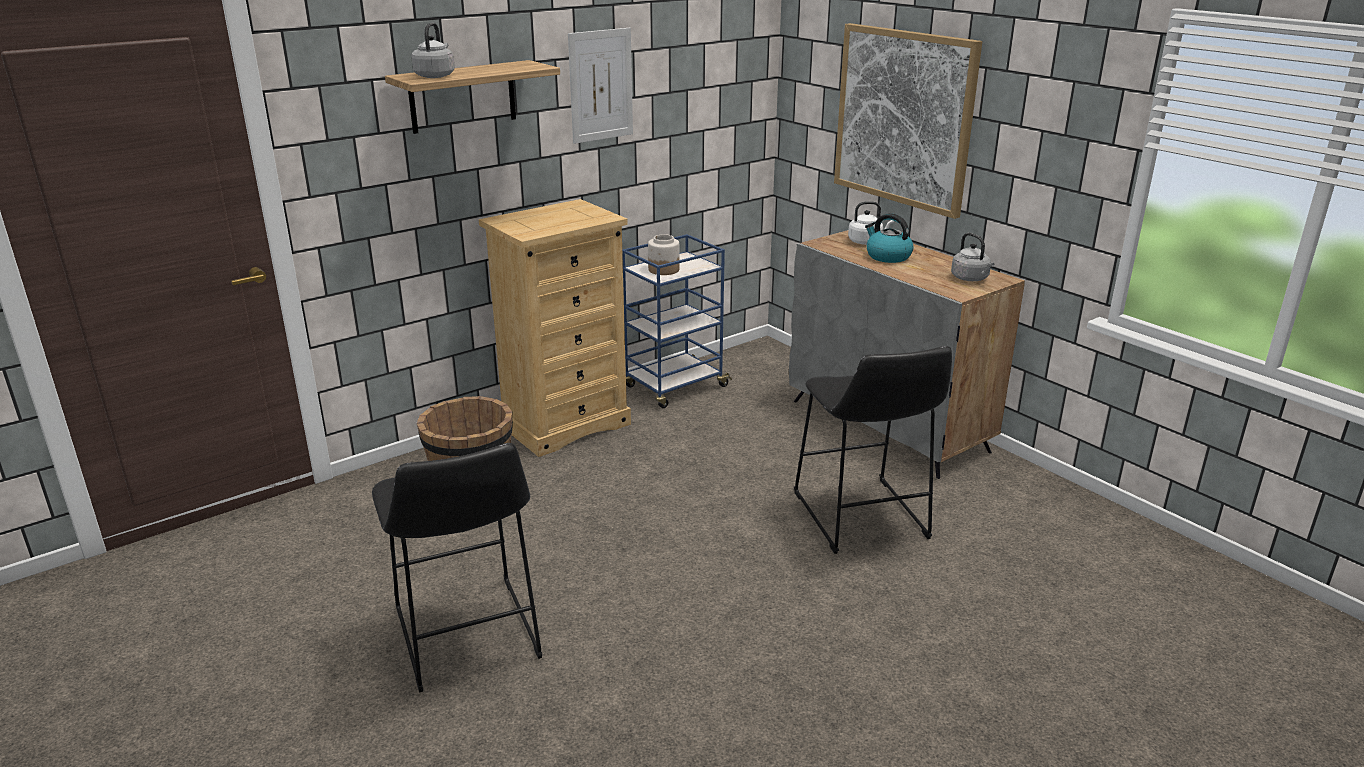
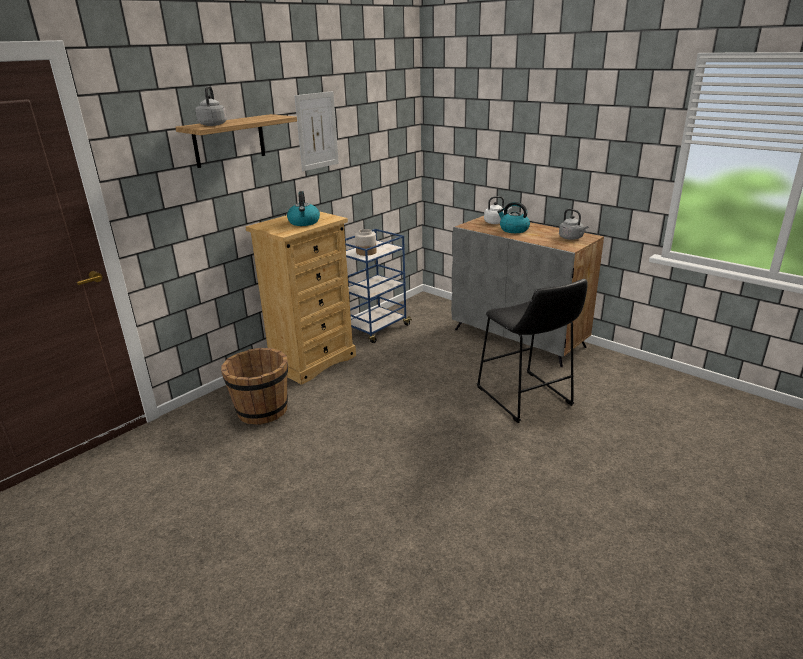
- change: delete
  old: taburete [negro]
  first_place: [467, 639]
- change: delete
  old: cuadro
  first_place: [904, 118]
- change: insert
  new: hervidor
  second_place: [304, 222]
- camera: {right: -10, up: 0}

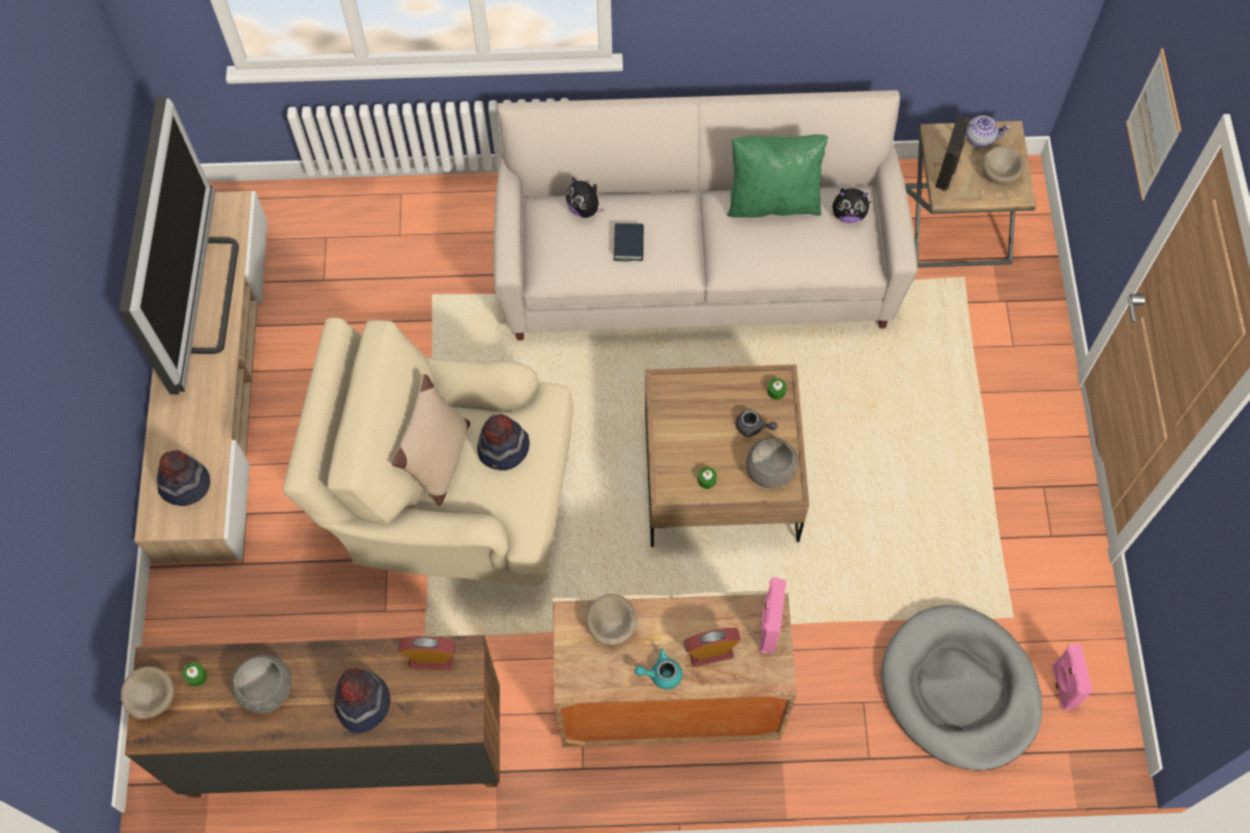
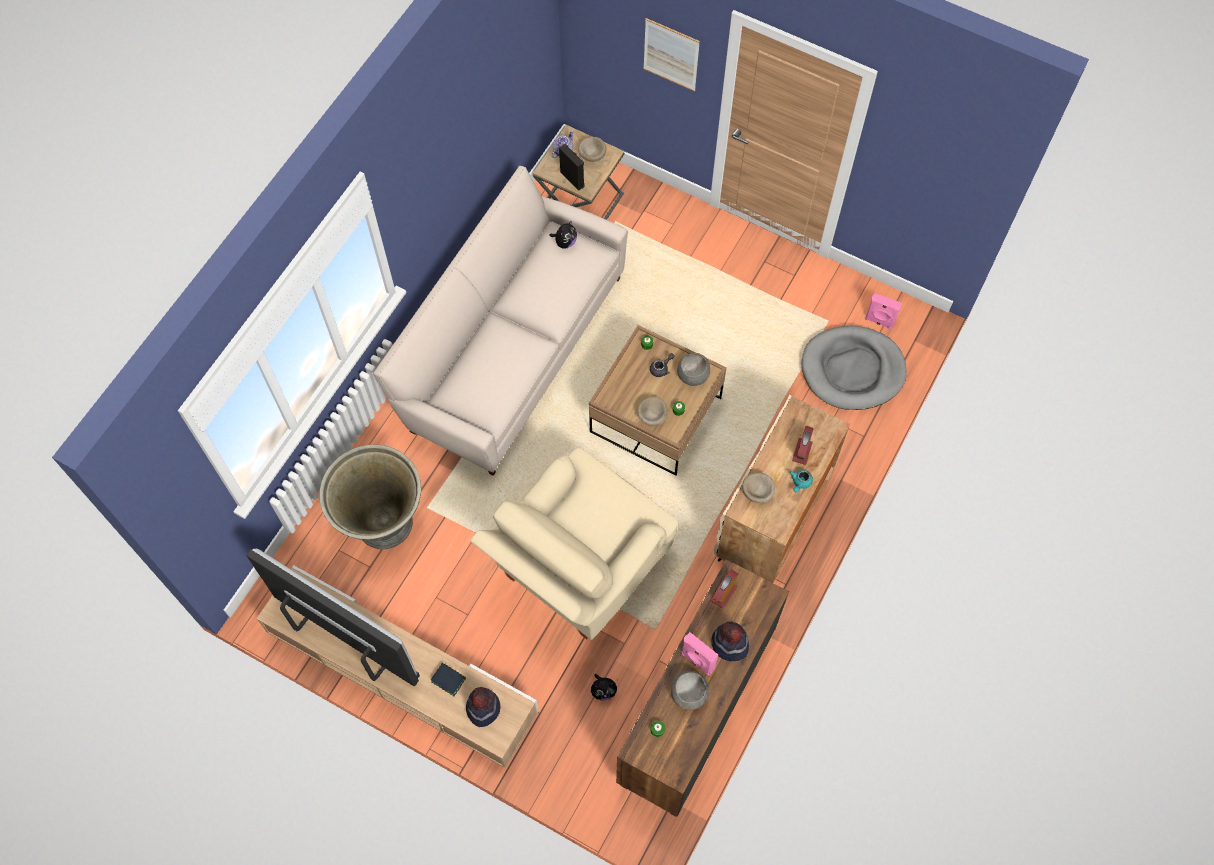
- change: delete
  old: cojín [beis]
  first_place: [439, 461]
- change: delete
  old: sombrero
  first_place: [504, 449]
- change: delete
  old: cojín [verde]
  first_place: [773, 200]
- change: insert
  new: maceta [gris]
  second_place: [383, 524]
- change: move
  old: cuenco [beis]
  first_place: [152, 697]
  second_place: [651, 416]
- change: move
  old: peluche
  first_place: [585, 209]
  second_place: [603, 690]
- change: move
  old: libro
  first_place: [629, 244]
  second_place: [448, 680]
- change: move
  old: altavoz [rosa]
  first_place: [768, 627]
  second_place: [697, 661]
- camera: {right: -60, up: 0}

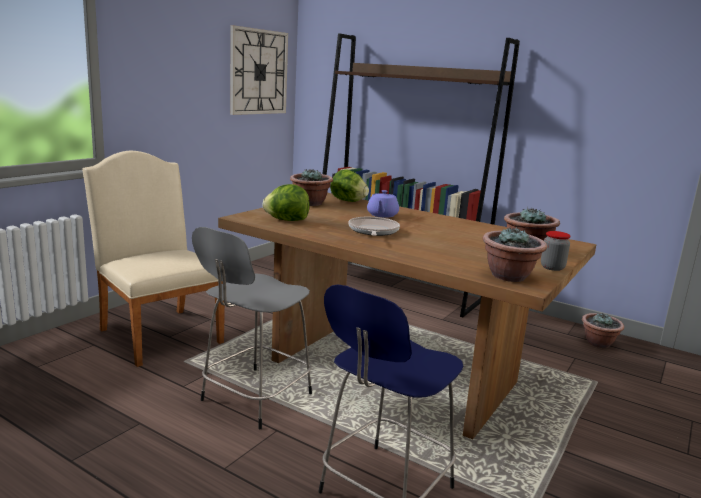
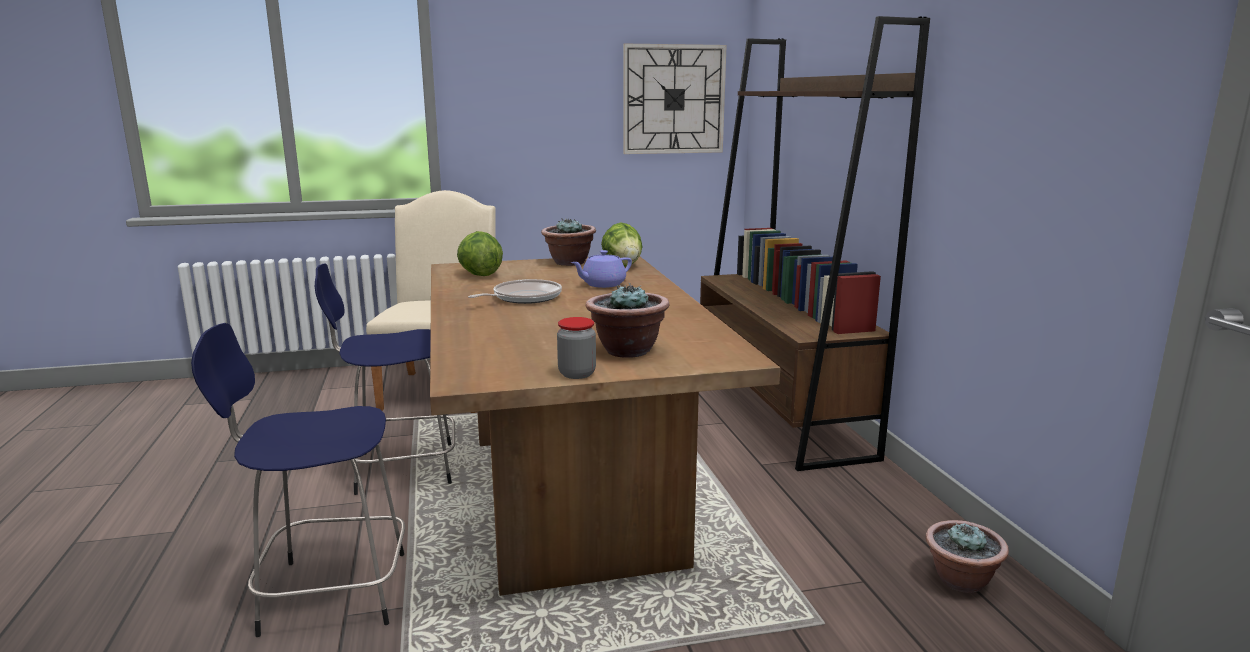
- change: delete
  old: planta en maceta
  first_place: [509, 276]
- change: recolor
  old: taburete [gris]
  new: taburete [azul]
  first_place: [254, 399]
  second_place: [400, 469]
- camera: {right: 45, up: 0}

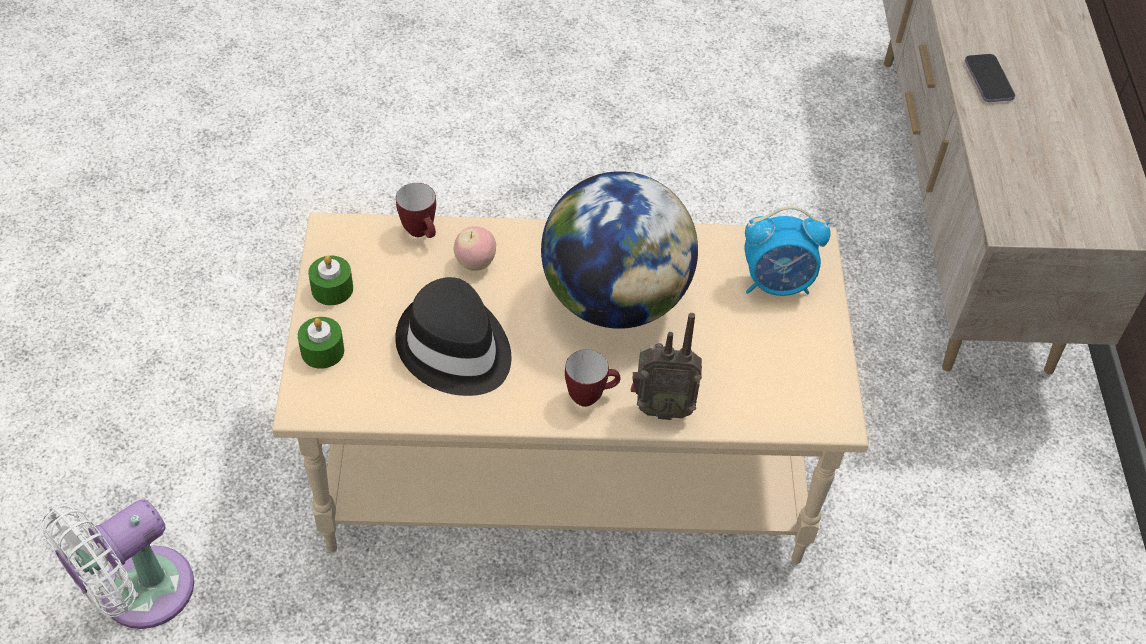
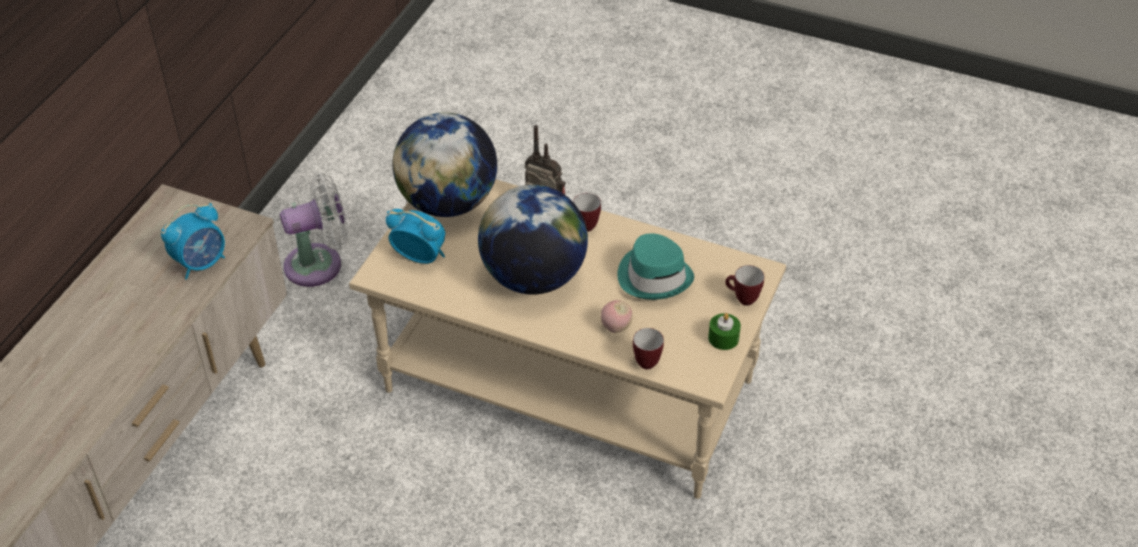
- change: delete
  old: móvil
  first_place: [988, 80]
- change: insert
  new: despertador
  second_place: [201, 263]
- change: insert
  new: globo terráqueo
  second_place: [448, 202]
- change: move
  old: ventilador [blanco]
  first_place: [138, 594]
  second_place: [319, 264]
- change: replace
  old: vela [verde]
  new: taza grande
  first_place: [322, 351]
  second_place: [742, 299]
- change: recolor
  old: sombrero [negro]
  new: sombrero [turquesa]
  first_place: [454, 349]
  second_place: [654, 276]
- camera: {right: -155, up: -5}

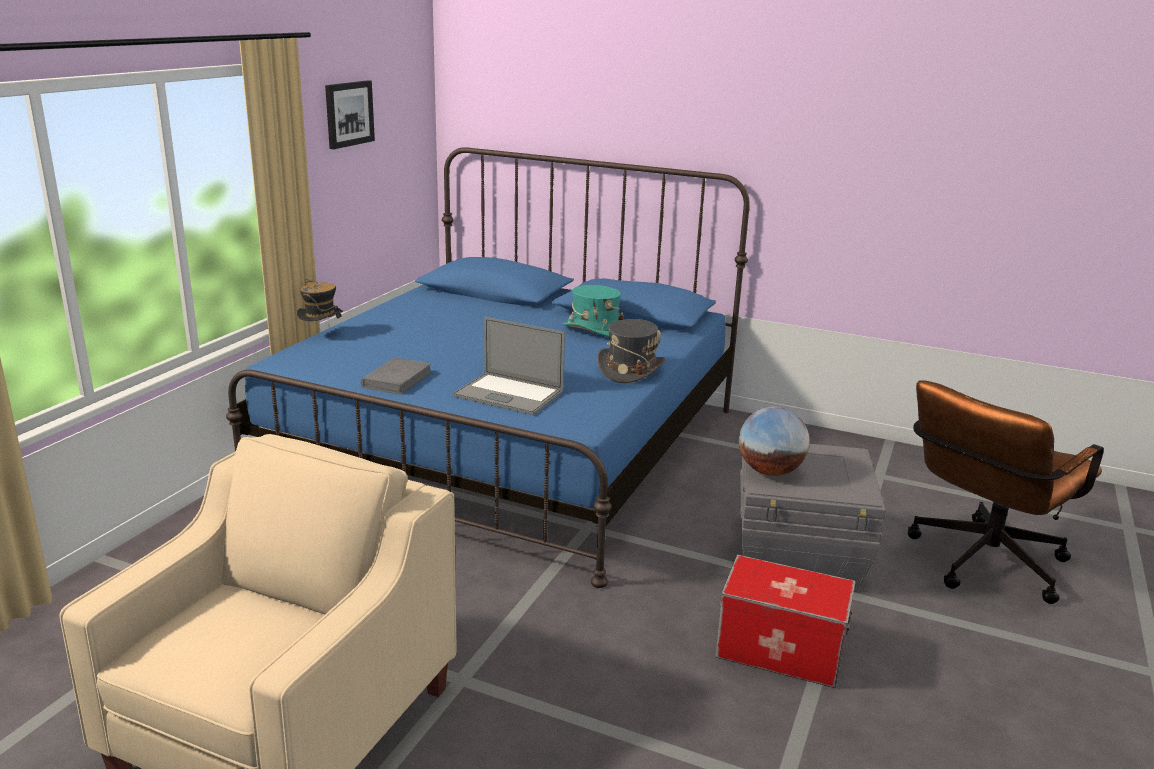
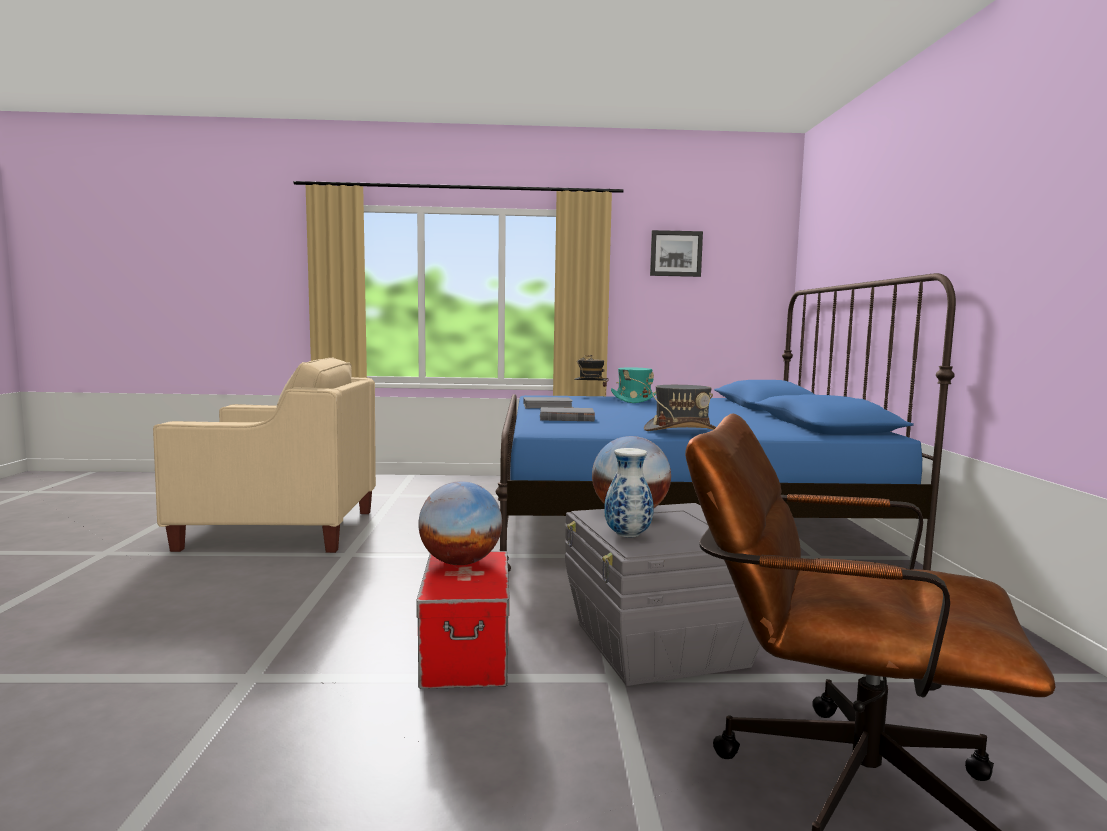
- change: insert
  new: globo terráqueo
  second_place: [460, 562]
- change: insert
  new: florero
  second_place: [626, 535]
- change: move
  old: sombrero [turquesa]
  first_place: [594, 330]
  second_place: [634, 400]
- change: replace
  old: portátil
  new: libro [gris]
  first_place: [508, 394]
  second_place: [566, 418]
- camera: {right: 65, up: -15}

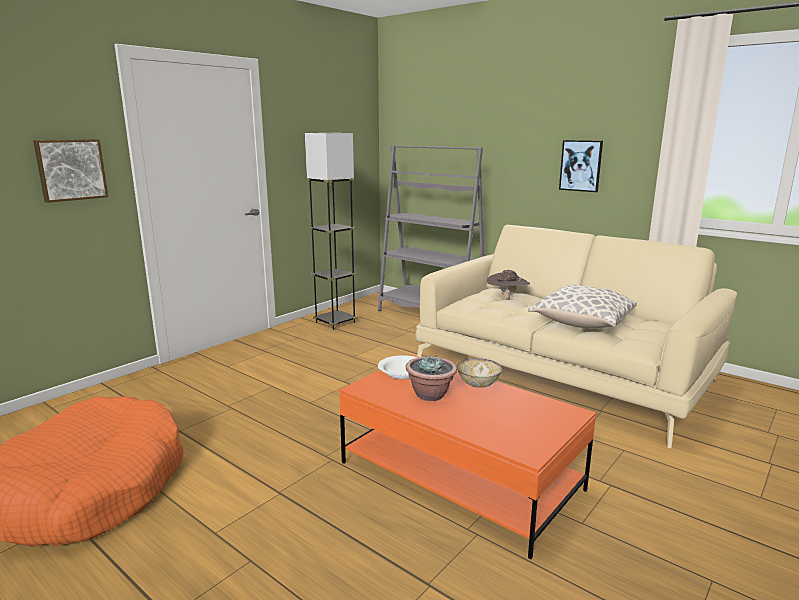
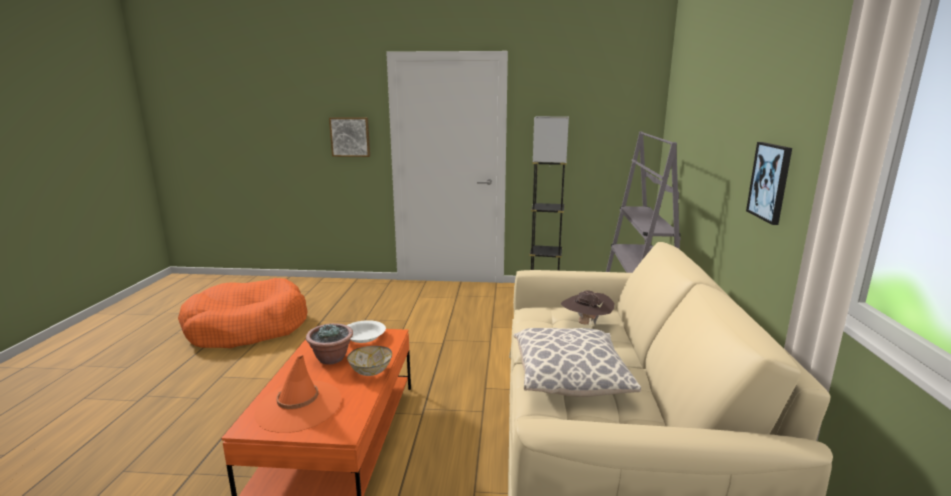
- change: insert
  new: sombrero [naranja]
  second_place: [299, 406]
- camera: {right: 55, up: 0}

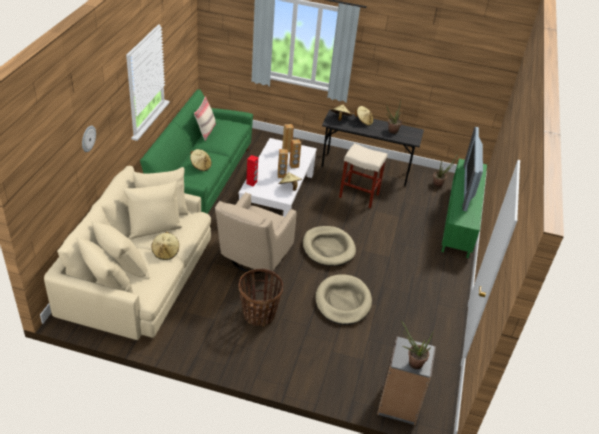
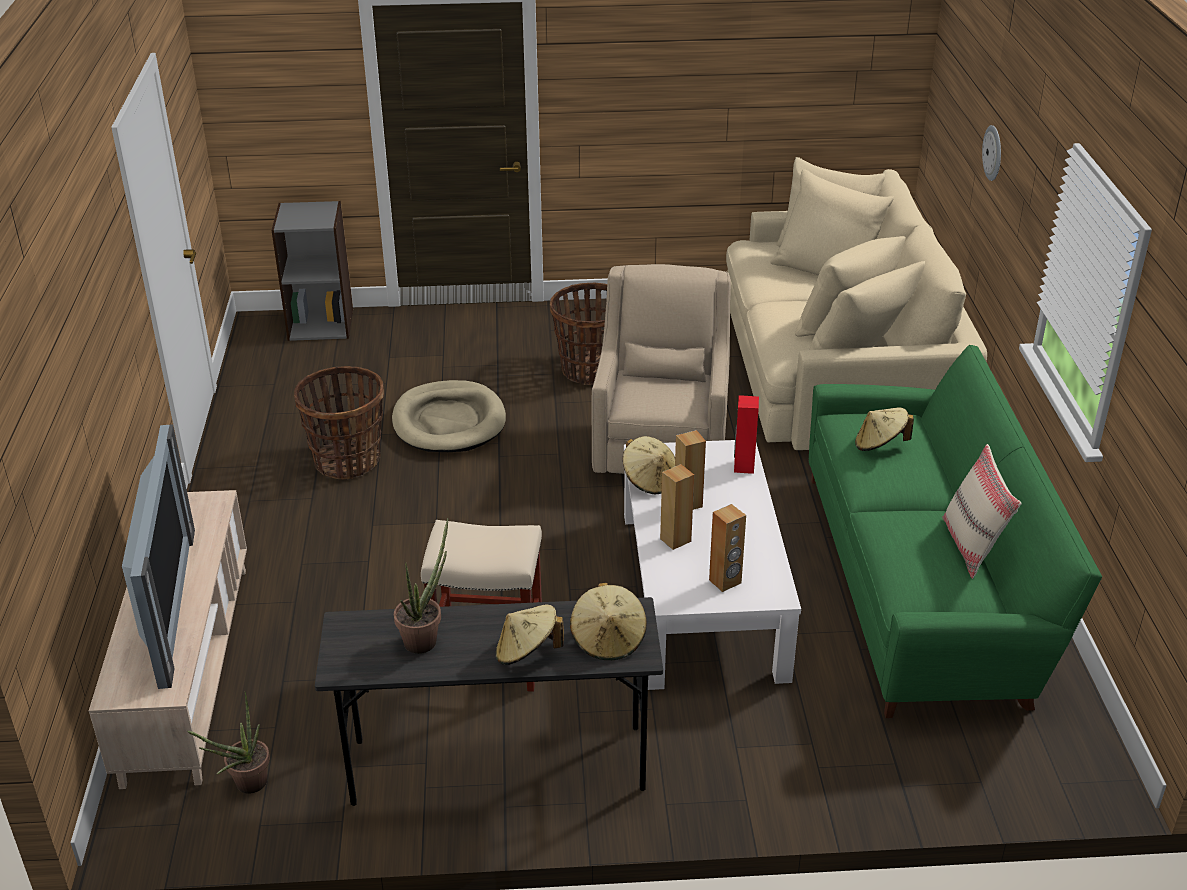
- change: delete
  old: sombrero [beis]
  first_place: [166, 252]
- change: delete
  old: cama para perro [beis]
  first_place: [328, 248]
- change: delete
  old: planta en maceta
  first_place: [412, 362]
- change: insert
  new: cesta
  second_place: [347, 461]
- change: recolor
  old: mueble de televisión [verde]
  new: mueble de televisión [beis]
  first_place: [460, 221]
  second_place: [187, 670]
- camera: {right: 165, up: -5}

